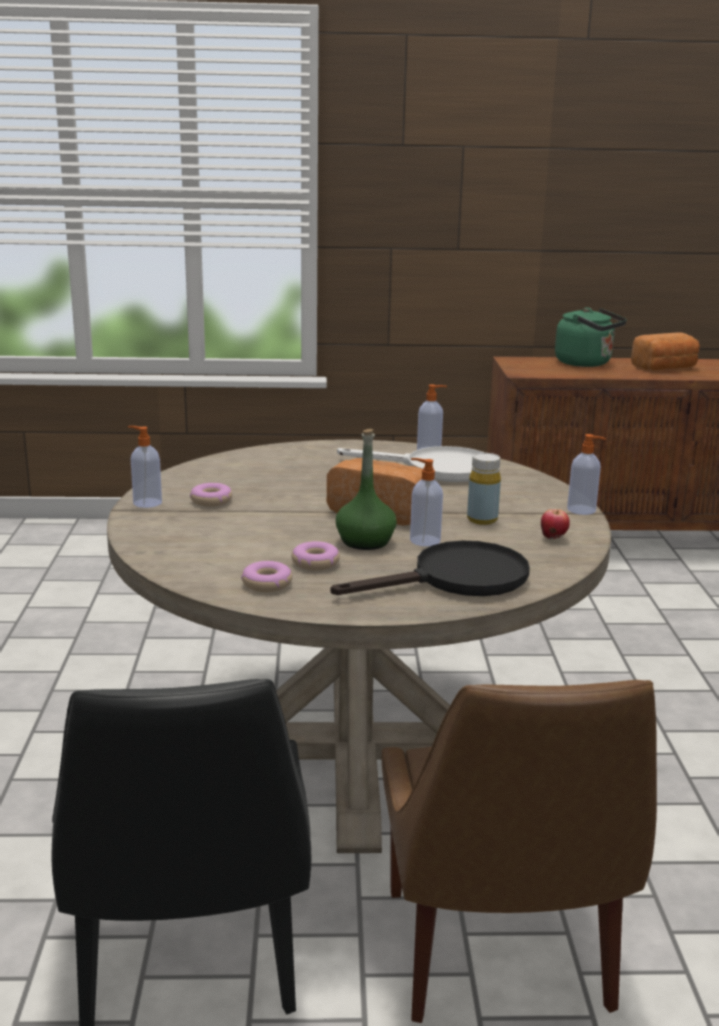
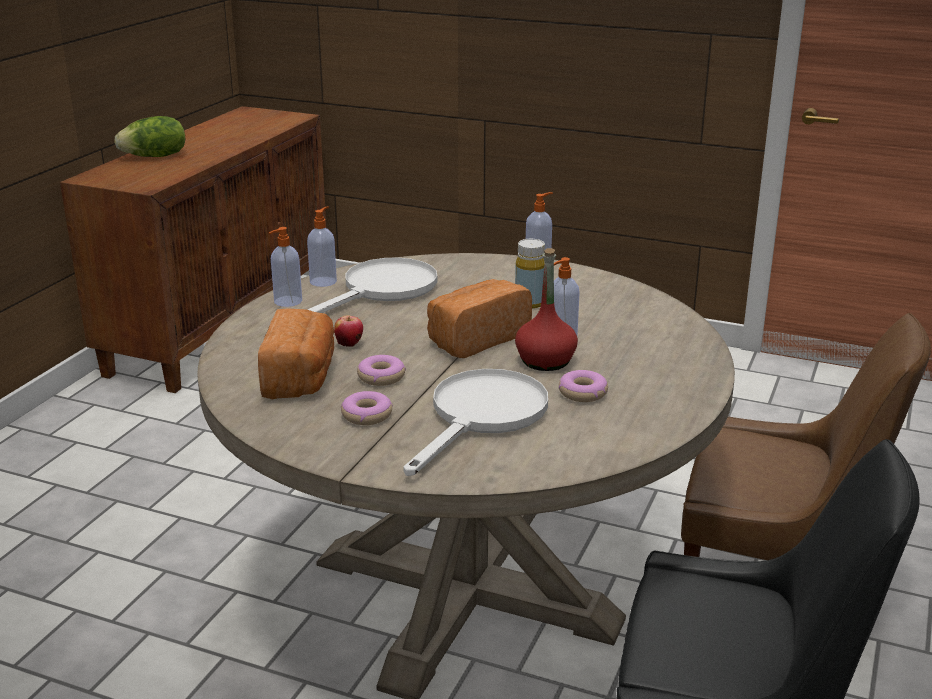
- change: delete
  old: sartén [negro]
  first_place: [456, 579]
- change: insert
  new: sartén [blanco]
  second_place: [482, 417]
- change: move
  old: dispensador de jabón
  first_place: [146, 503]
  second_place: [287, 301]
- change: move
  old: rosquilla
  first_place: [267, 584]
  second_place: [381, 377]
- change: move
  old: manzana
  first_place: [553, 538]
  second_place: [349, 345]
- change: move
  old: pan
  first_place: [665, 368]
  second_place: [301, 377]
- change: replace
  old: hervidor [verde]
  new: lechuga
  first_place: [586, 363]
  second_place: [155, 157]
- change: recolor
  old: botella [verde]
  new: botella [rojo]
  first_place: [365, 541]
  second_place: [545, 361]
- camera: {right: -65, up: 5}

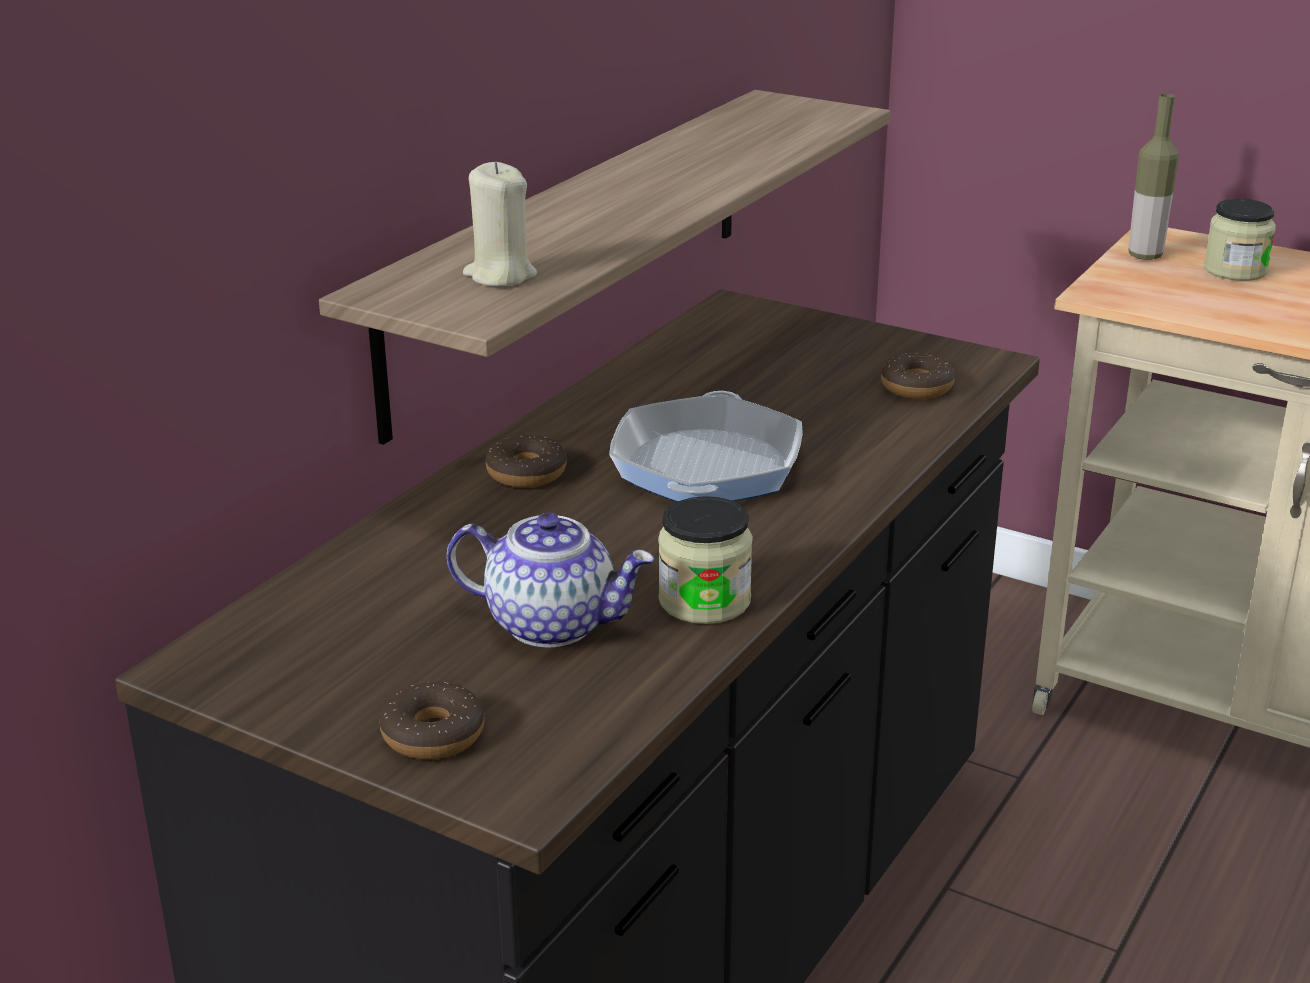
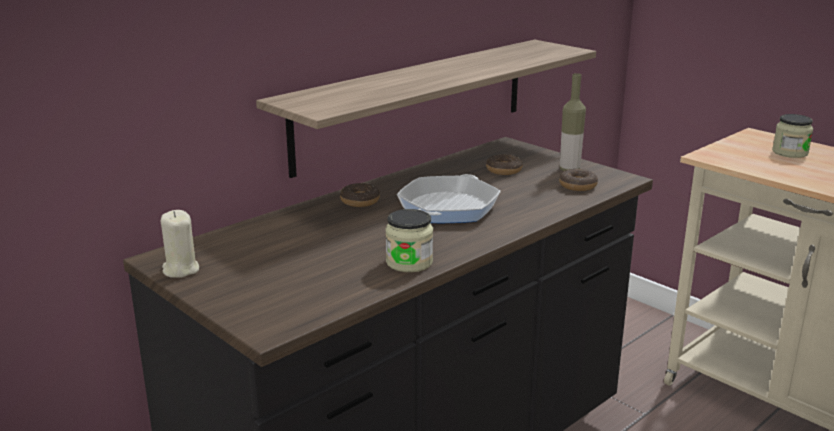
- change: delete
  old: tetera
  first_place: [553, 623]
- change: move
  old: rosquilla
  first_place: [433, 734]
  second_place: [504, 170]
- change: move
  old: vela [beis]
  first_place: [500, 275]
  second_place: [180, 270]
- change: move
  old: botella
  first_place: [1145, 256]
  second_place: [569, 170]
- camera: {right: 15, up: -5}

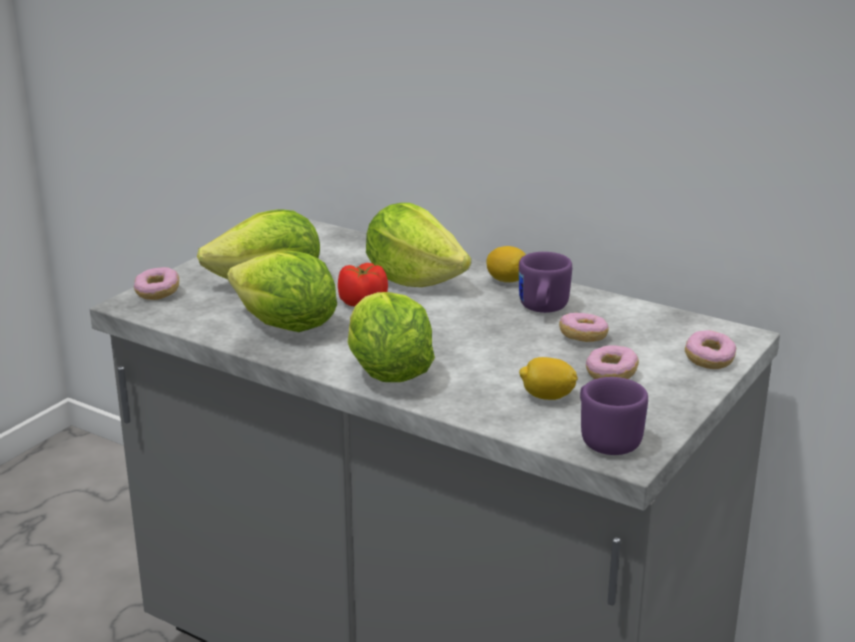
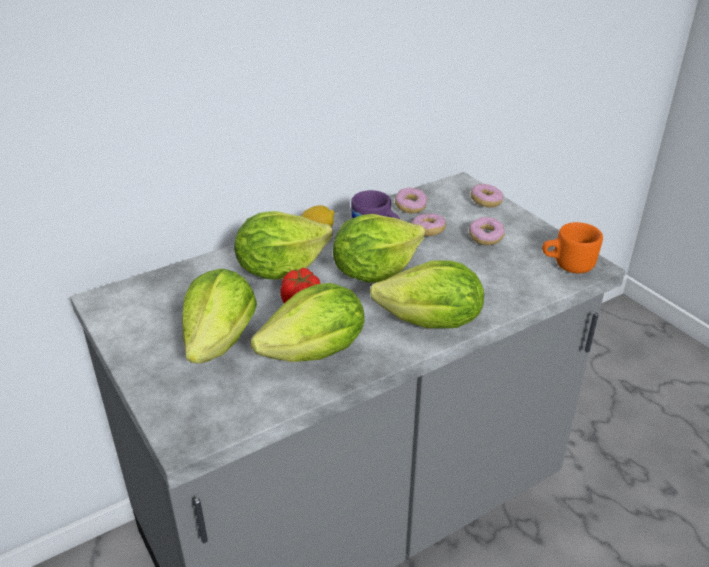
- change: delete
  old: limón
  first_place: [547, 397]
- change: insert
  new: lechuga
  second_place: [374, 271]
- change: move
  old: rosquilla
  first_place: [157, 293]
  second_place: [410, 207]
- change: recolor
  old: taza grande [morado]
  new: taza grande [naranja]
  first_place: [606, 439]
  second_place: [567, 265]
- camera: {right: -65, up: 10}

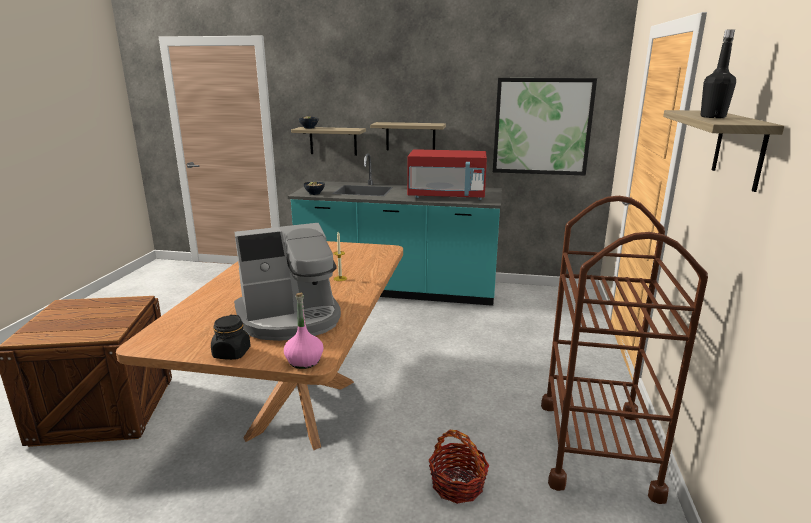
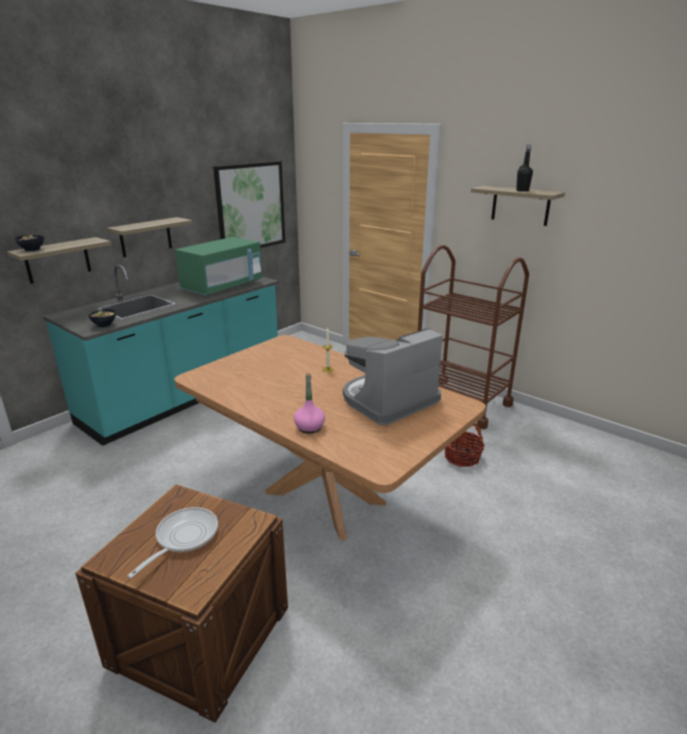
- change: delete
  old: tarro [negro]
  first_place: [231, 353]
- change: insert
  new: sartén
  second_place: [183, 538]
- change: move
  old: botella [rosa]
  first_place: [304, 361]
  second_place: [309, 427]
- change: recolor
  old: microondas [rojo]
  new: microondas [verde]
  first_place: [447, 196]
  second_place: [223, 287]
- change: rotate
  old: cafetera
  first_place: [290, 318]
  second_place: [388, 401]
  degrees: -135
- camera: {right: -60, up: 5}

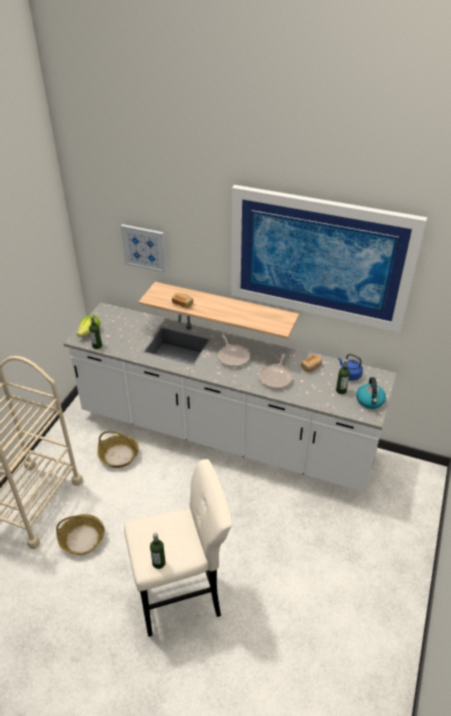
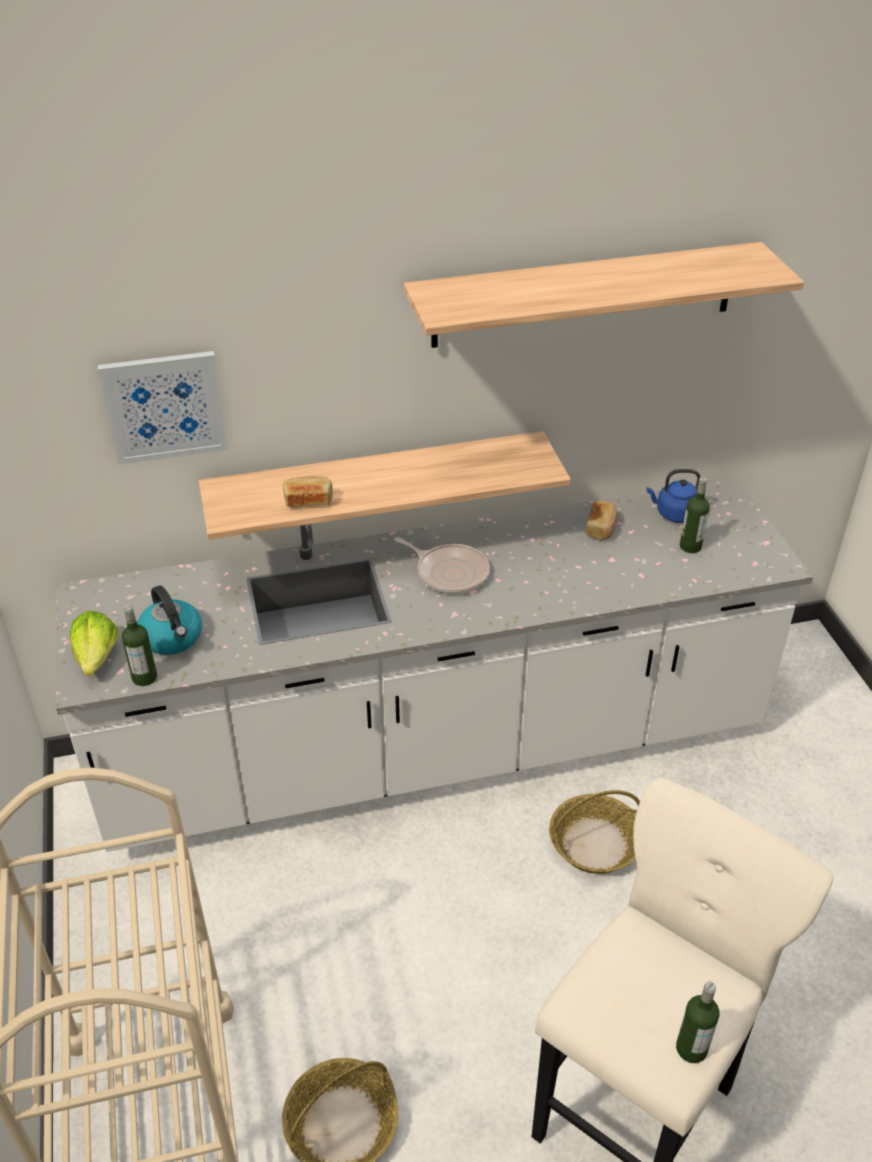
- change: delete
  old: sartén
  first_place: [276, 378]
- change: move
  old: cesta
  first_place: [119, 455]
  second_place: [595, 843]
- change: move
  old: hervidor
  first_place: [370, 401]
  second_place: [172, 638]
- change: replace
  old: cuadro
  new: estante
  first_place: [320, 258]
  second_place: [584, 295]
- camera: {right: -35, up: 0}

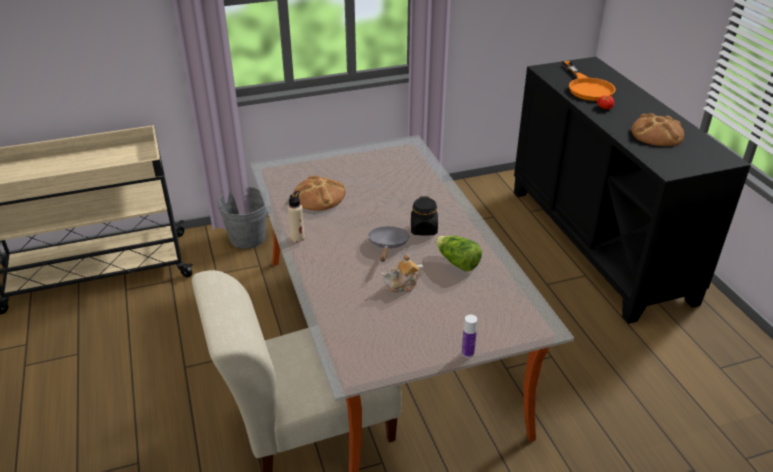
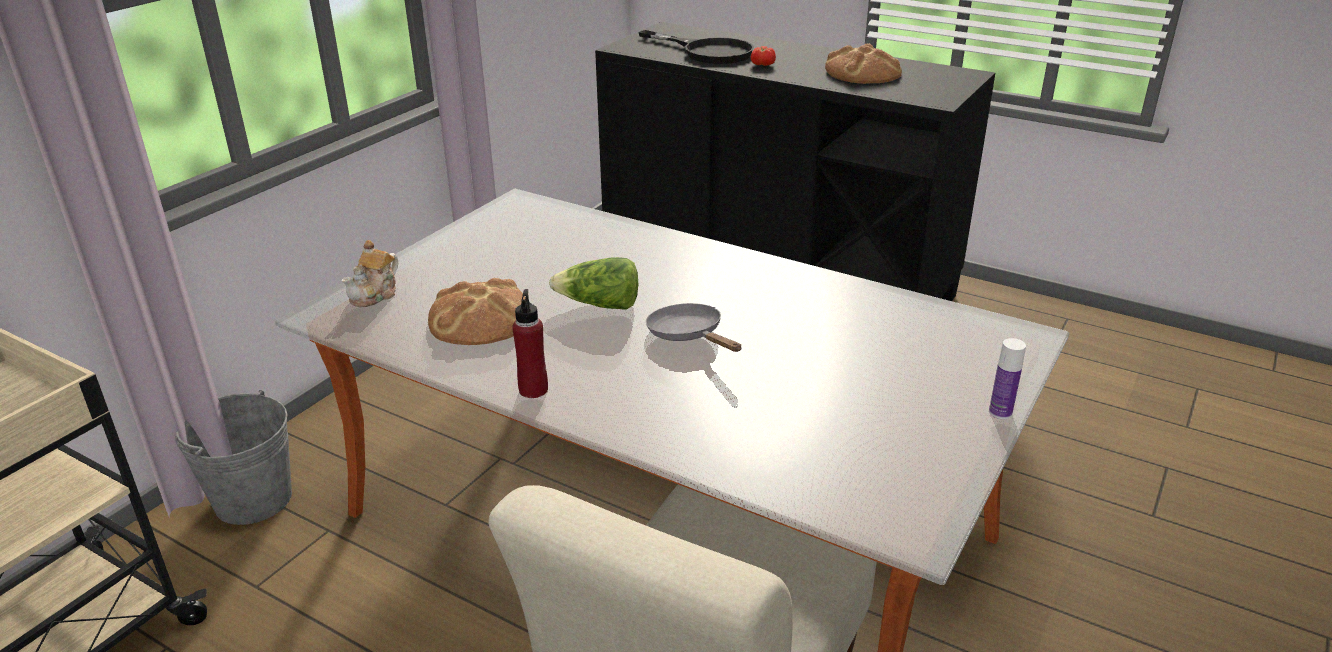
- change: delete
  old: tarro [negro]
  first_place: [424, 229]
- change: move
  old: tetera
  first_place: [402, 285]
  second_place: [375, 295]
- change: move
  old: lechuga
  first_place: [457, 262]
  second_place: [600, 305]
- change: recolor
  old: botella [beis]
  new: botella [rojo]
  first_place: [297, 237]
  second_place: [533, 389]
- change: recolor
  old: sartén [naranja]
  new: sartén [negro]
  first_place: [587, 87]
  second_place: [708, 52]
- camera: {right: -40, up: -5}

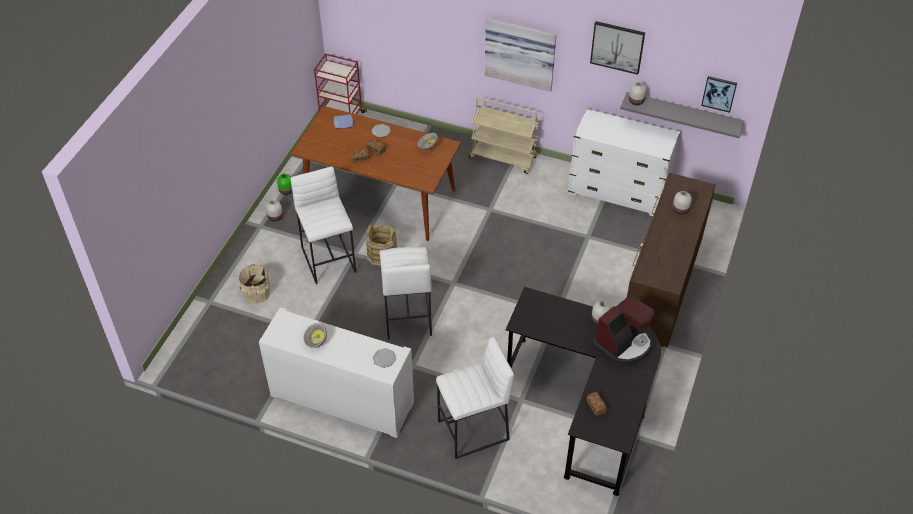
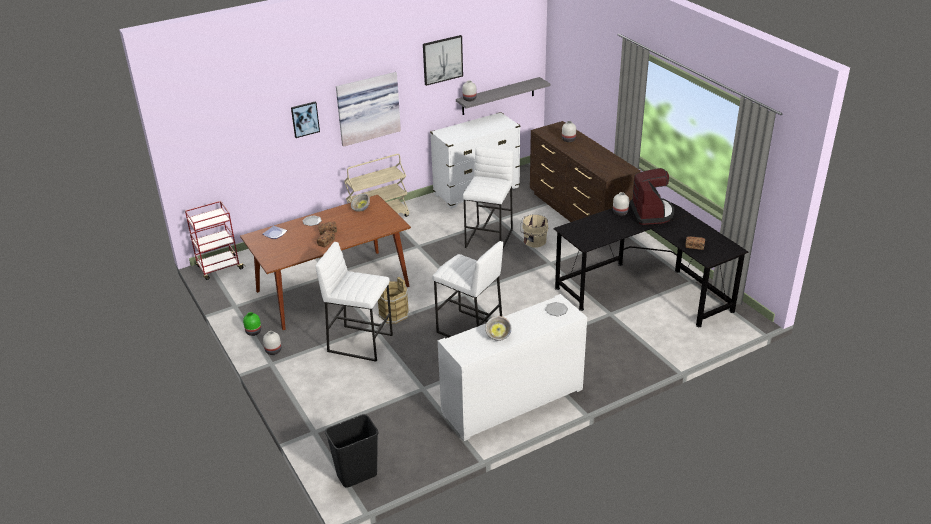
- change: insert
  new: papelera [negro]
  second_place: [357, 475]
- change: move
  old: cubo [beis]
  first_place: [255, 293]
  second_place: [534, 241]
- change: move
  old: taburete [blanco]
  first_place: [473, 431]
  second_place: [489, 238]
- change: move
  old: cuadro
  first_place: [719, 93]
  second_place: [305, 119]
- camera: {right: -50, up: -15}

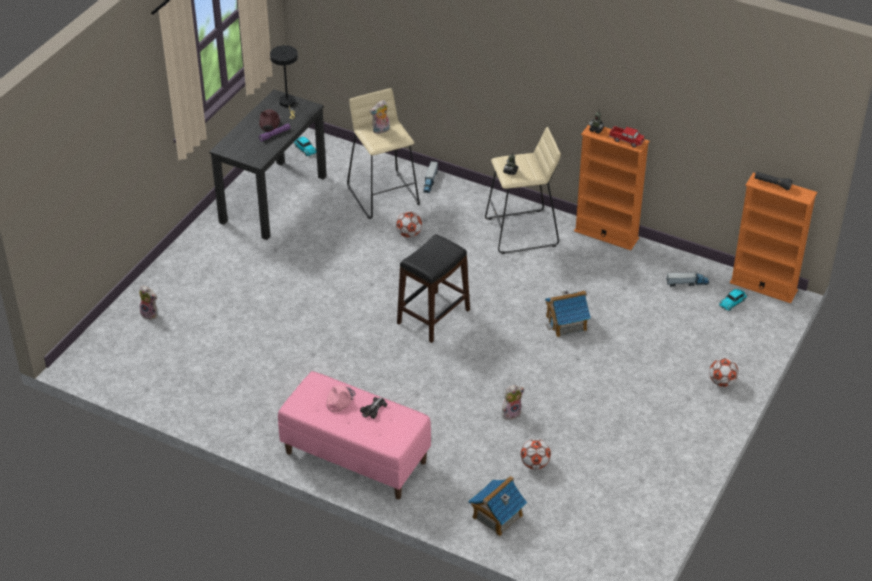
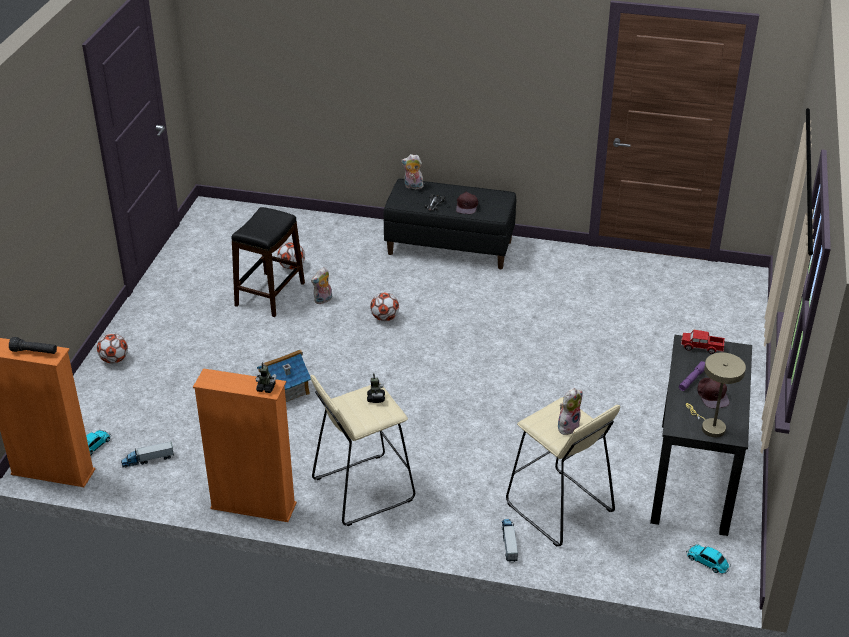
- change: delete
  old: casita
  first_place: [497, 516]
- change: move
  old: peluche
  first_place: [150, 314]
  second_place: [413, 186]
- change: move
  old: balón de fútbol
  first_place: [409, 234]
  second_place: [385, 318]
- change: move
  old: taburete [negro]
  first_place: [433, 316]
  second_place: [270, 294]
- change: move
  old: camión de juguete
  first_place: [626, 140]
  second_place: [702, 347]
- change: recolor
  old: lámpara de mesa [negro]
  new: lámpara de mesa [beis]
  first_place: [288, 104]
  second_place: [710, 426]
- change: recolor
  old: banco [rosa]
  new: banco [negro]
  first_place: [355, 457]
  second_place: [450, 247]
- change: recolor
  old: gorra [rosa]
  new: gorra [marrón]
  first_place: [340, 400]
  second_place: [467, 206]
- camera: {right: 165, up: -5}

